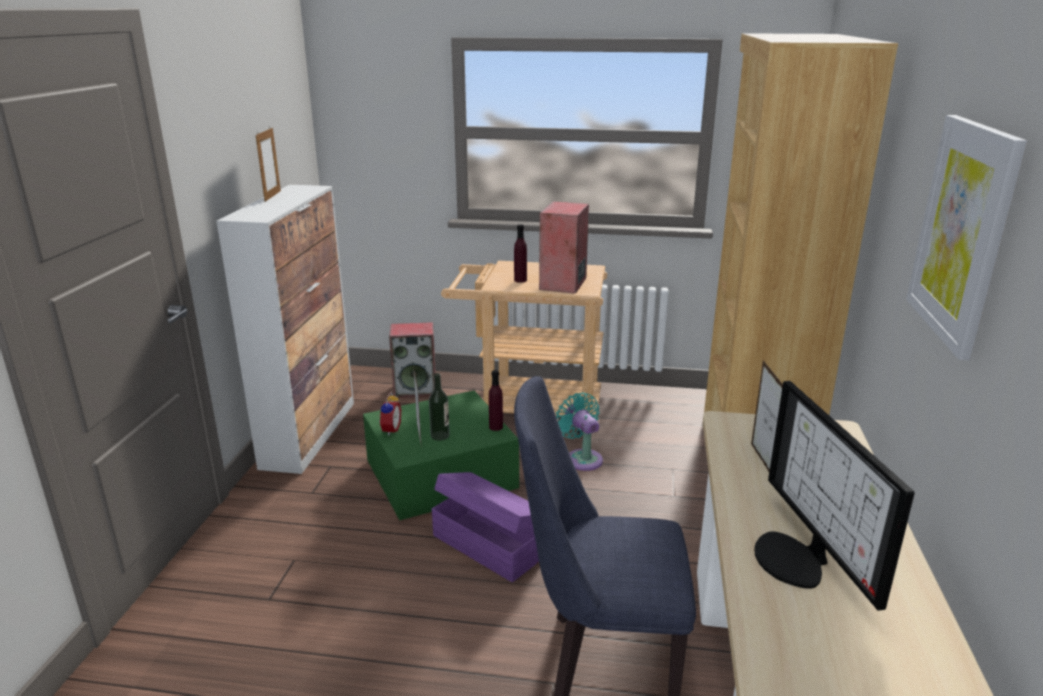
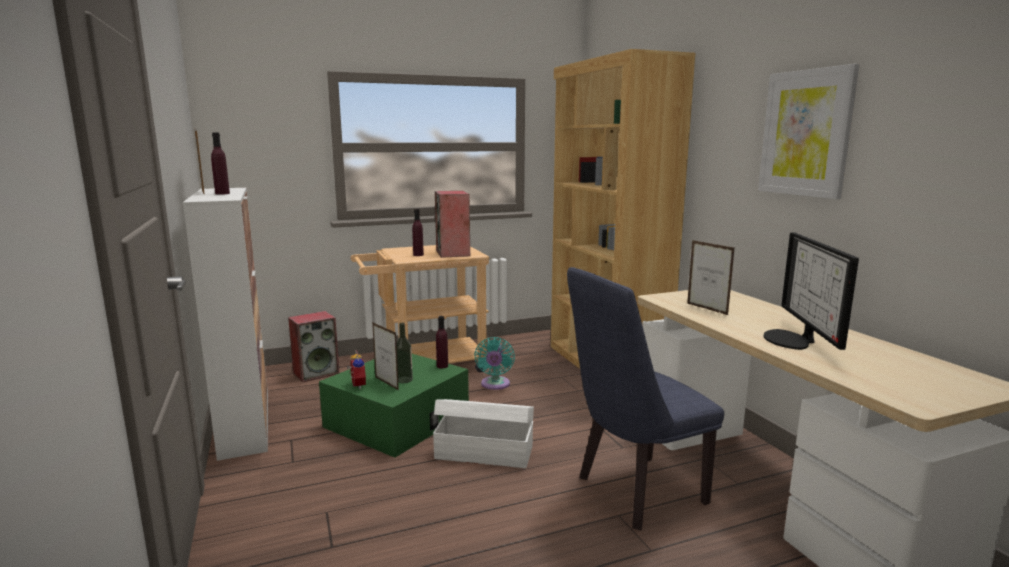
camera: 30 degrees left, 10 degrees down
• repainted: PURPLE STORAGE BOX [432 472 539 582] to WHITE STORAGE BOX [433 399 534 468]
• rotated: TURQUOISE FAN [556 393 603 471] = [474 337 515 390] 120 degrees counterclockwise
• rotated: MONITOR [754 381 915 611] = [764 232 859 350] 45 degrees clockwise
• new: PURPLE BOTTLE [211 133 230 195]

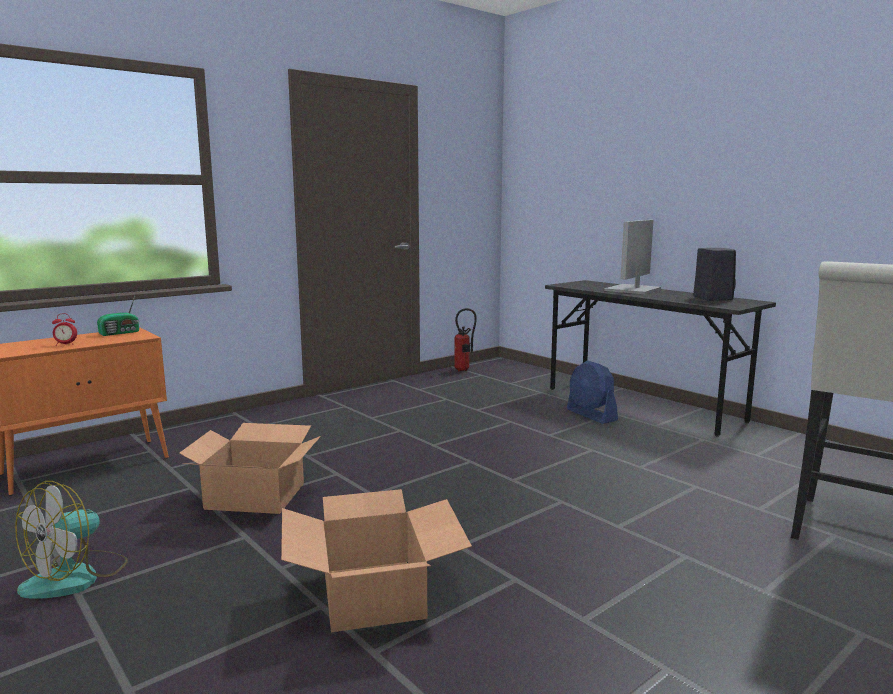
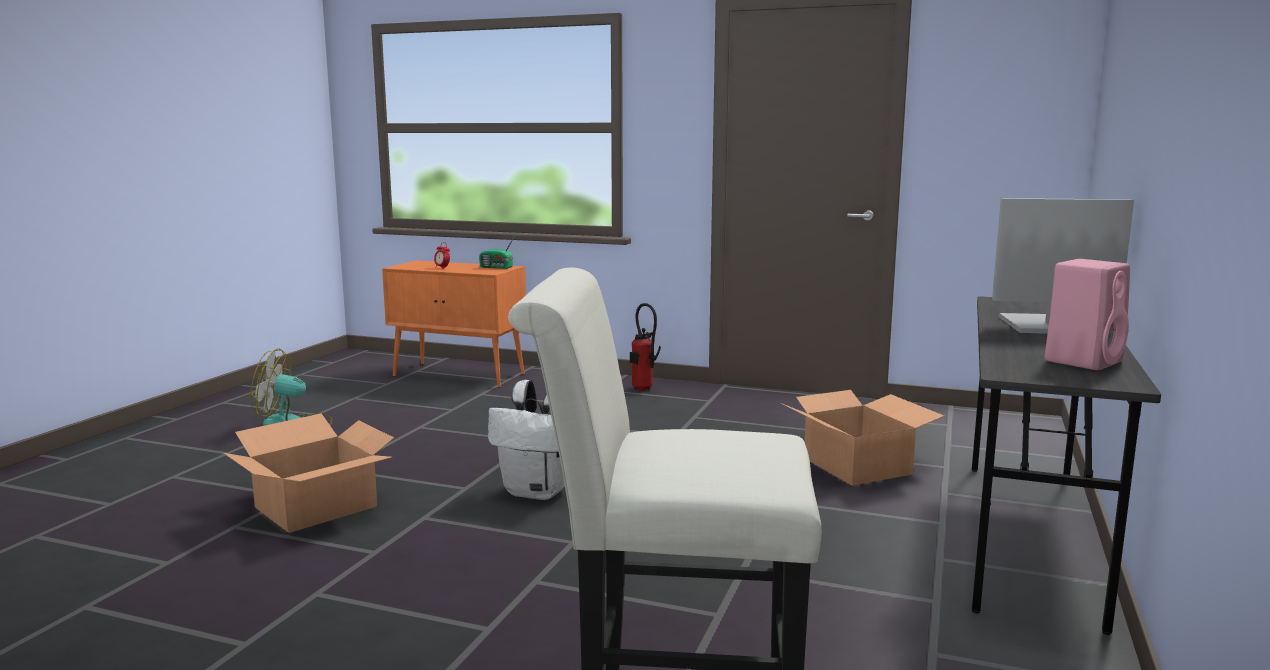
camera: 60 degrees right, 0 degrees up
• shifted: CARDBOARD BOX [179 423 321 514] to [780 390 944 486]
• shifted: FIRE EXTINGUISHER [454 308 477 372] to [630 303 661 391]
• gone: BLUE FAN [567 360 618 424]
• repainted: BLACK SPEAKER [693 248 736 301] to PINK SPEAKER [1045 259 1130 370]
• new: WHITE BACKPACK [488 380 565 500]

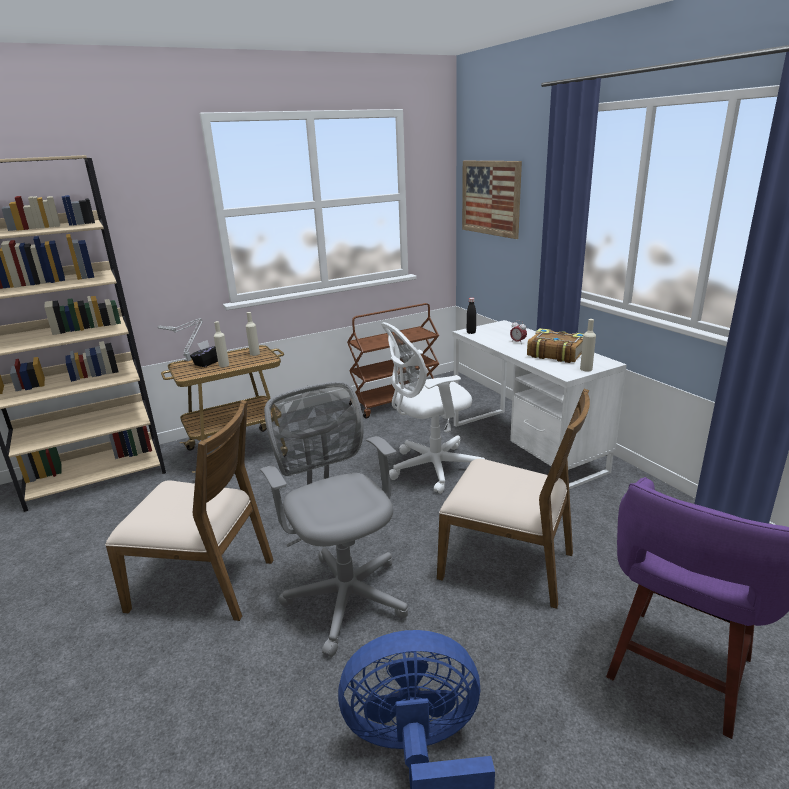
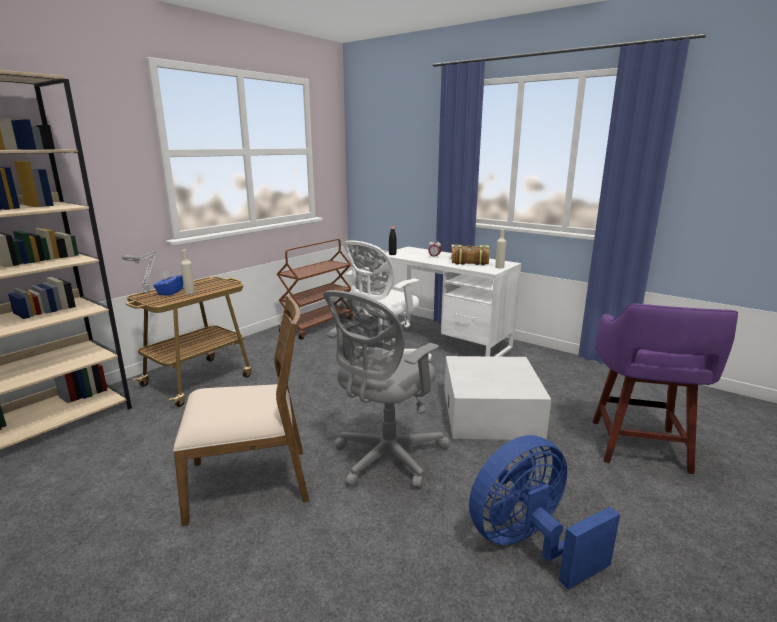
camera: 25 degrees left, 5 degrees down
• repainted: BLACK TISSUE BOX [190 340 218 367] to BLUE TISSUE BOX [154 270 183 296]
• gone: BEIGE BOTTLE [246 312 260 356]
• rotated: GREY OFFICE CHAIR [260 381 408 657] = [323 290 450 489] 90 degrees counterclockwise
• swapped: BROWN CHAIR [437 388 590 609] to WHITE STORAGE BOX [444 356 551 440]
• gone: PICTURE [462 161 522 239]

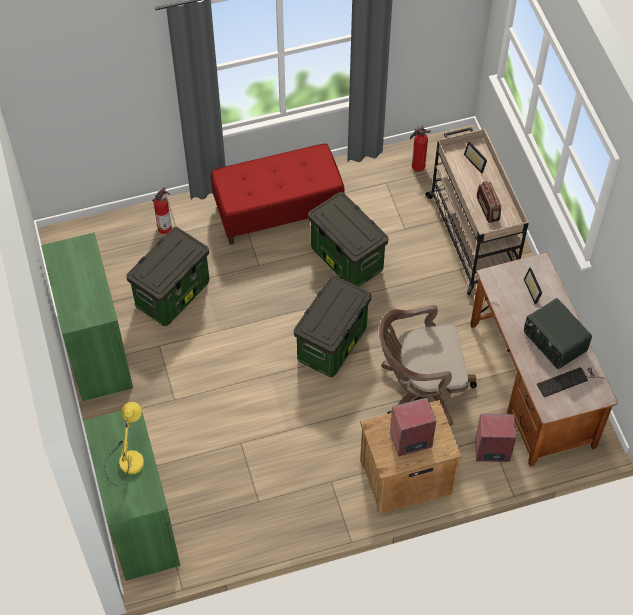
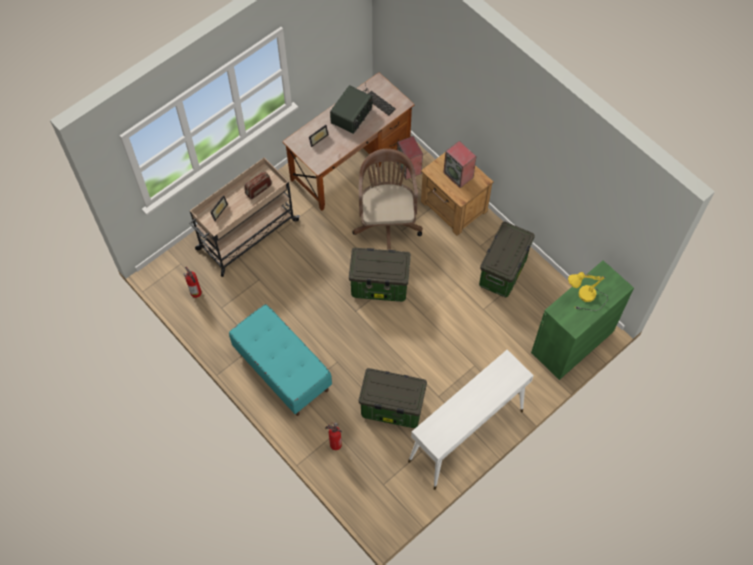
camera: 115 degrees left, 5 degrees up
• swapped: GREEN CABINET [41 233 133 401] to WHITE CONSOLE TABLE [408 350 534 490]
• repainted: RED BENCH [211 143 345 245] to TURQUOISE BENCH [229 304 332 416]
• shifted: STORAGE BOX [308 192 388 287] to [479 222 535 297]
• rotated: BROWN OFFICE CHAIR [379 305 477 426] = [352 149 423 250] 150 degrees counterclockwise

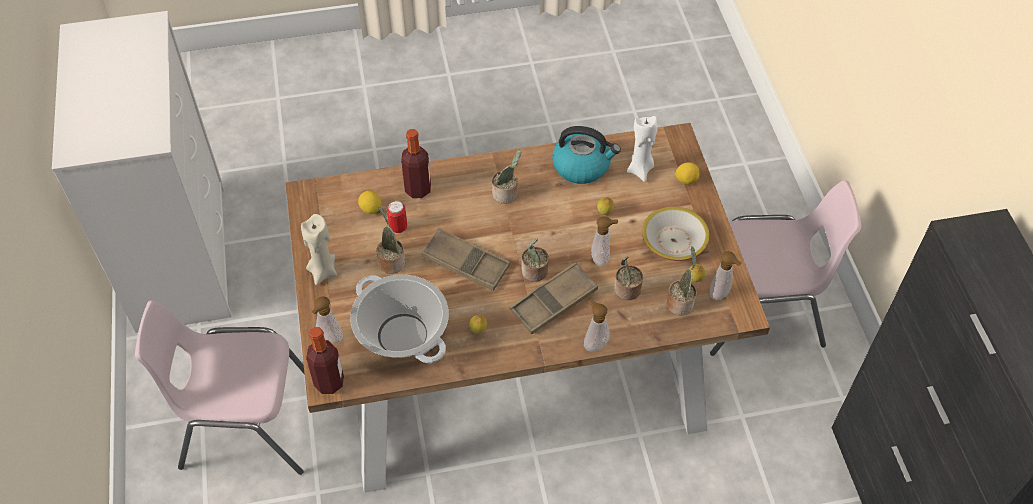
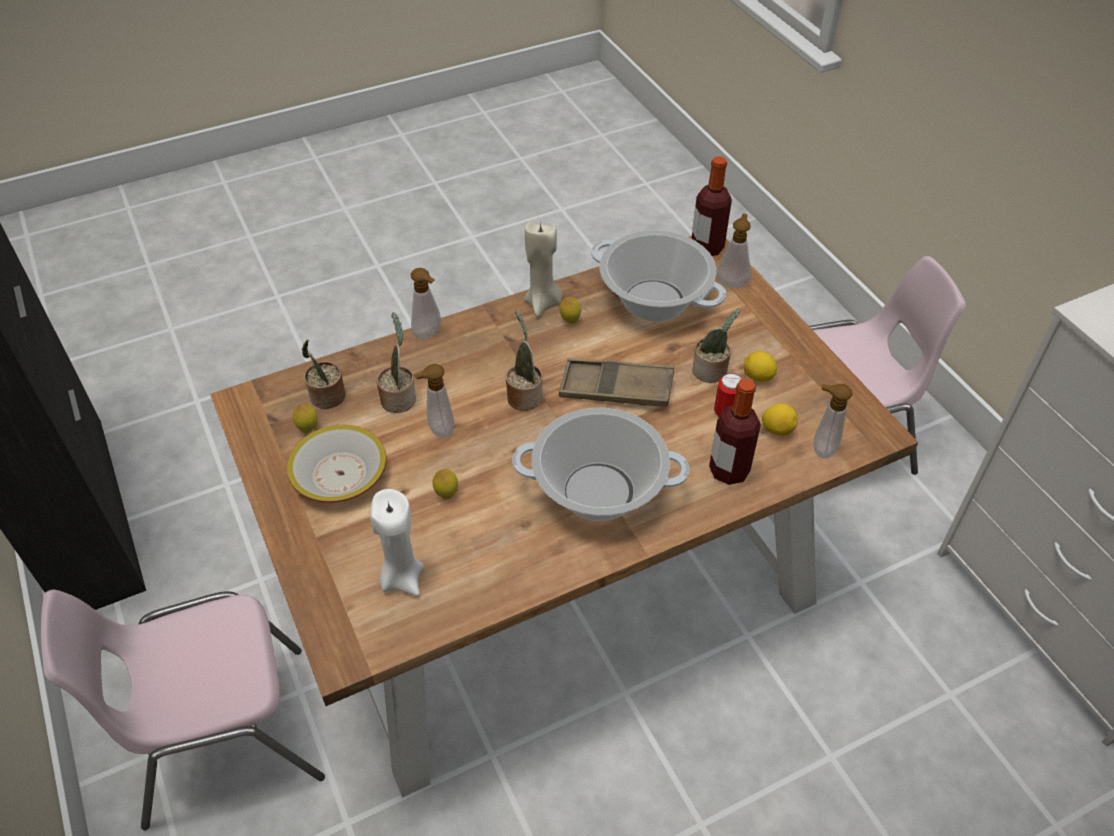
camera: 165 degrees right, 5 degrees down
• shifted: BEIGE CANDLE [301 214 337 285] to [524 222 563 317]
• swapped: POTTED PLANT [492 149 521 204] to COOKING POT [512 408 690 521]
• gone: BROWN TRAY [510 262 598 334]
• gone: KETTLE [552 126 621 184]
• shifted: LEMON [675 162 699 184] to [744 351 777 382]
• shifted: SOAP DISPENSER [709 251 742 300] to [813 384 852 459]

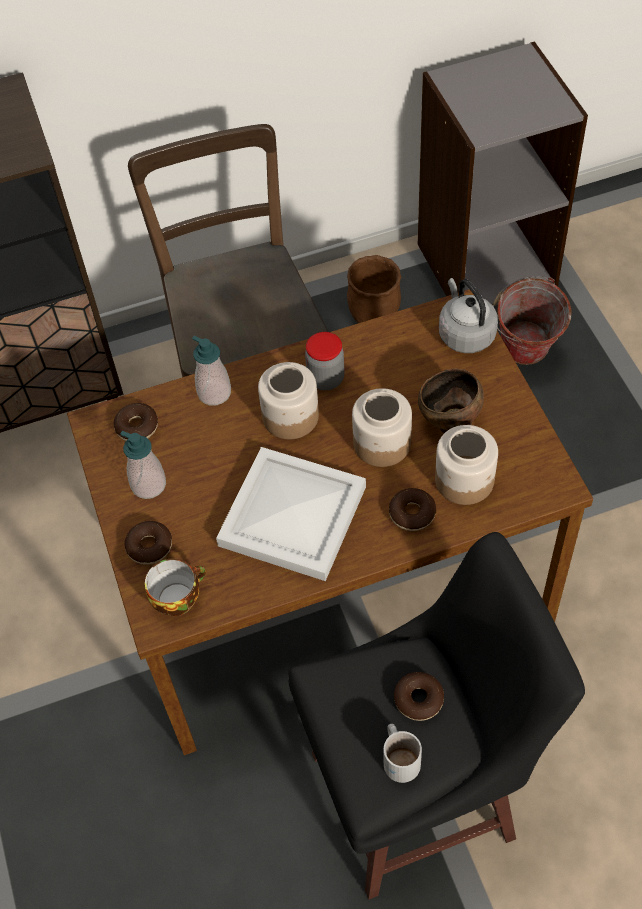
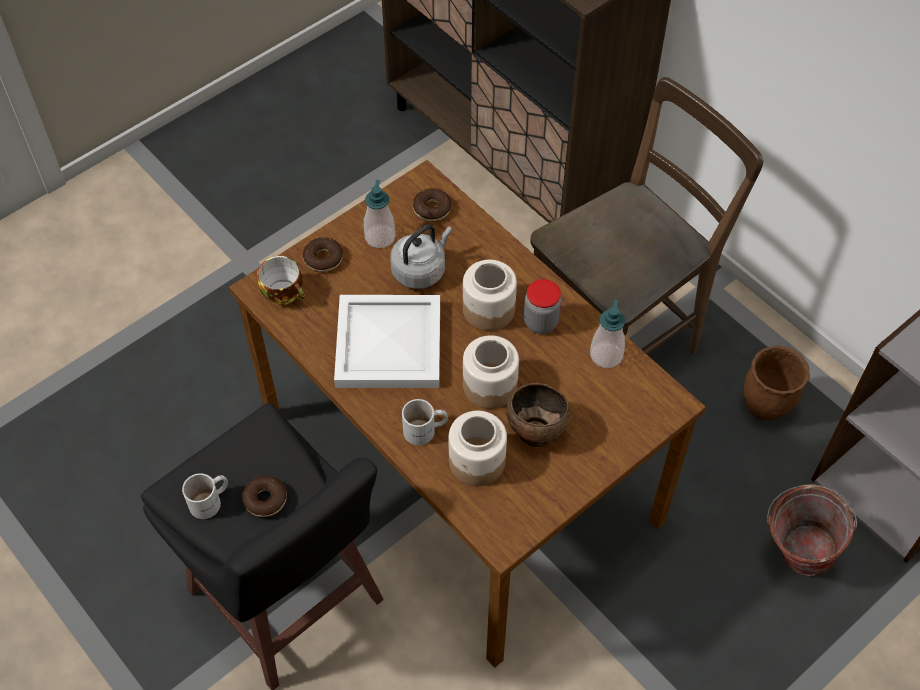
camera: 65 degrees right, 0 degrees up
• shifted: SOAP DISPENSER [192 335 231 406] to [590 300 625 368]
• swapped: DONUT [389 488 436 531] to WHITE MUG [402 399 448 445]
• shifted: GREY KETTLE [439 278 498 353] to [390 224 452 289]

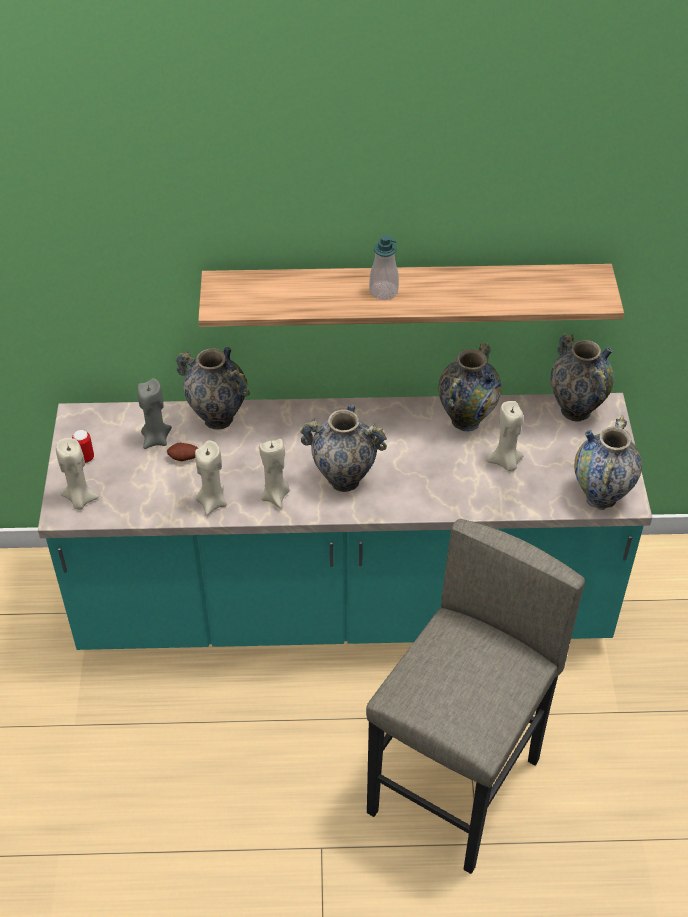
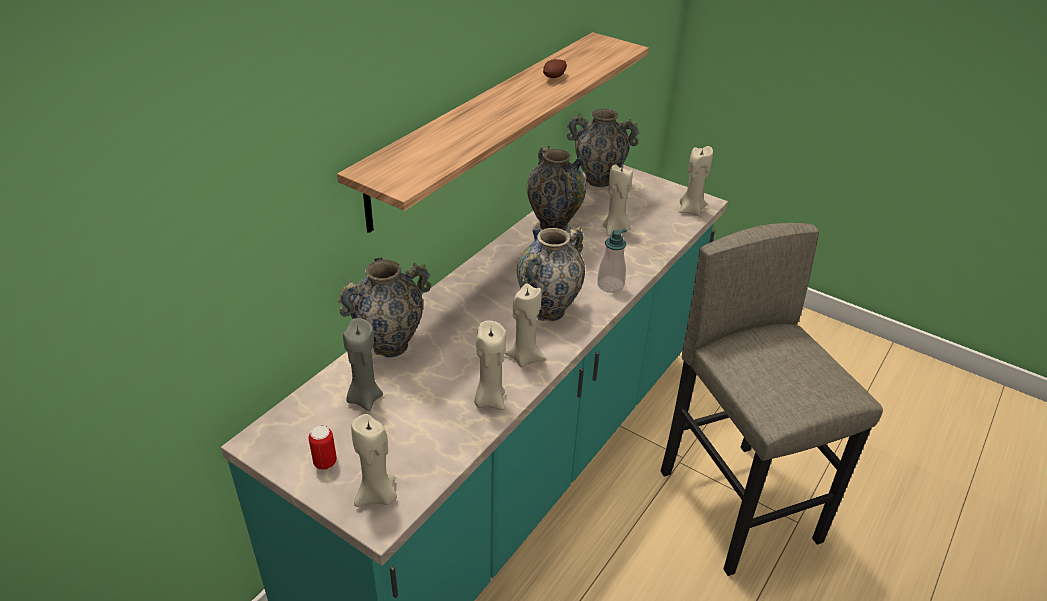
camera: 55 degrees left, 10 degrees down
• shifted: POTATO [167 443 198 461] to [543 59 567 78]
• shifted: SOAP DISPENSER [369 235 399 300] to [597 229 627 293]
• swapped: VASE [574 415 642 510] to BEIGE CANDLE [679 146 713 216]

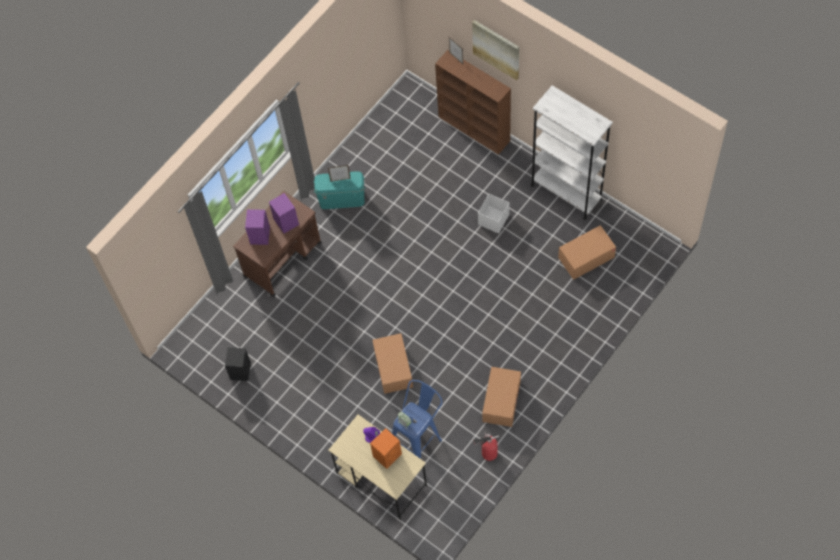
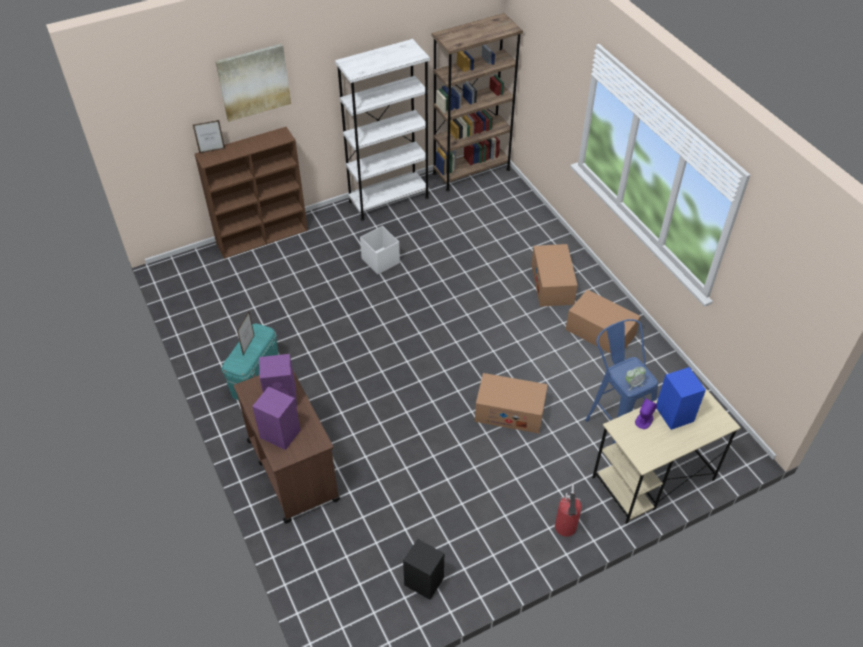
camera: 70 degrees left, 15 degrees down
• repainted: ORANGE SPEAKER [370 428 402 469] to BLUE SPEAKER [656 367 706 430]
• shifted: FIRE EXTINGUISHER [473 433 499 461] to [555 484 582 537]
• shifted: CARDBOARD BOX [558 225 616 280] to [531 244 578 307]
• new: BROWN BOOKCASE [432 13 523 191]

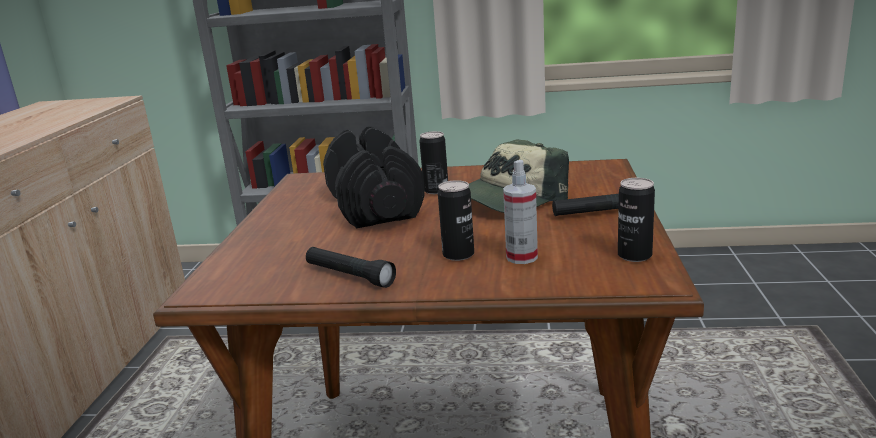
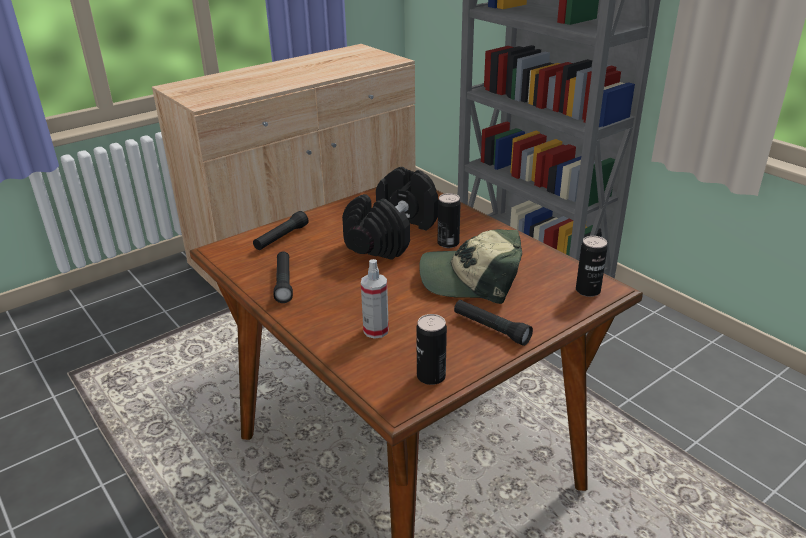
camera: 45 degrees right, 10 degrees up
• shifted: CAN [438 180 474 261] to [576 236 608 297]
• new: BLACK FLASHLIGHT [253 211 308 250]

